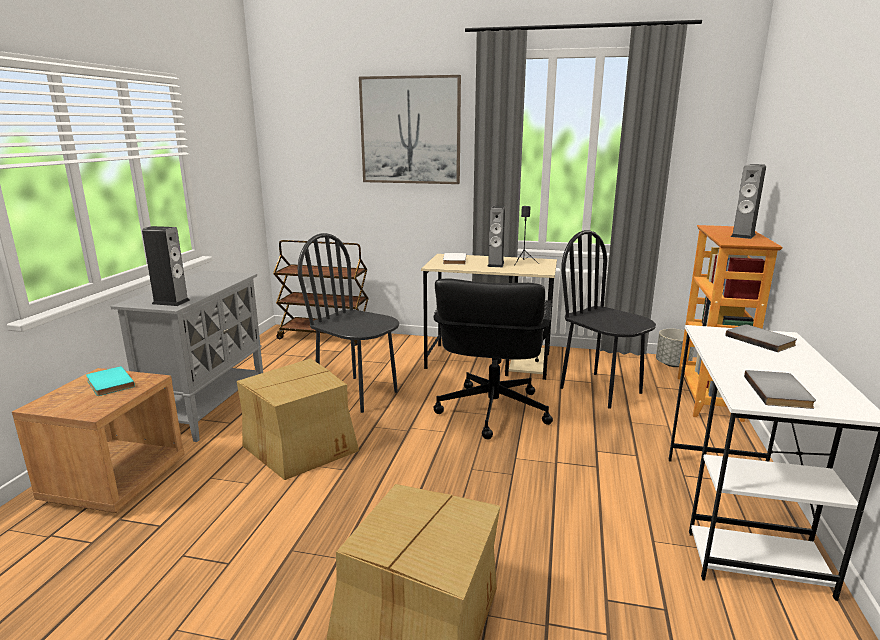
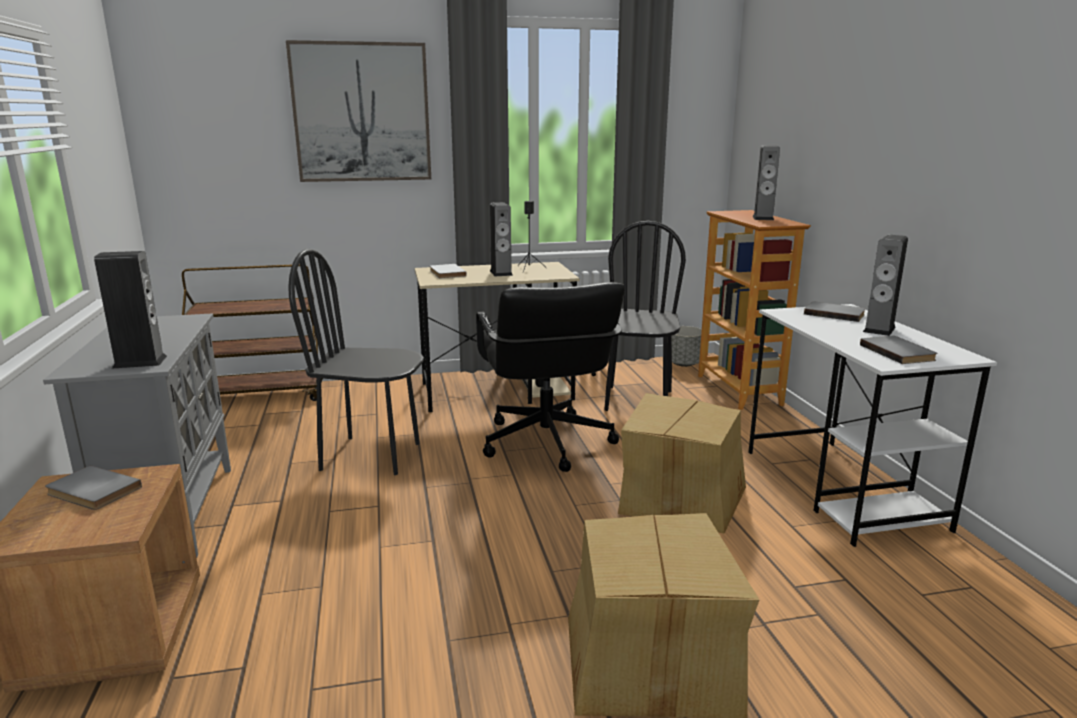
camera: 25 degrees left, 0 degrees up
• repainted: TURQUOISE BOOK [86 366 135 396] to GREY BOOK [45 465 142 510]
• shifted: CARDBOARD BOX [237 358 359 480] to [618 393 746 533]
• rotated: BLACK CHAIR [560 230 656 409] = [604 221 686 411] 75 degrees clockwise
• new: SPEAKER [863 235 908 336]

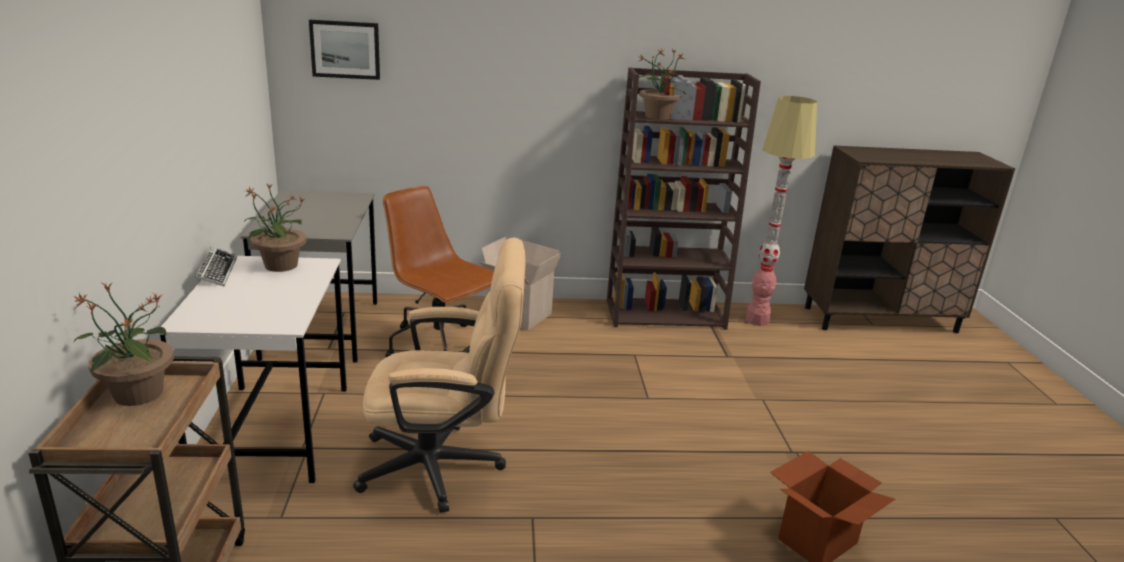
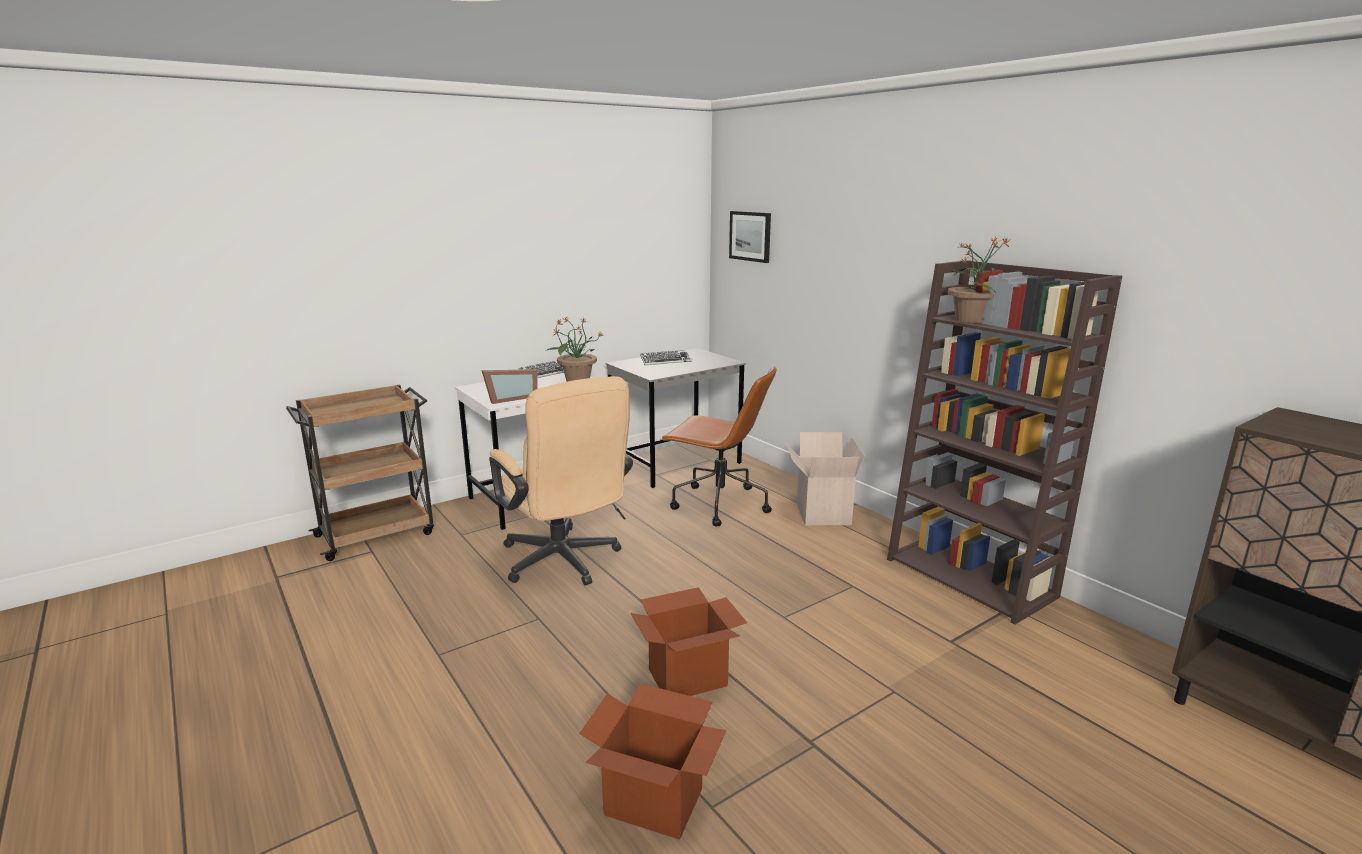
camera: 60 degrees right, 5 degrees down
• gone: POTTED PLANT [73 282 174 406]
• rotated: BROWN OFFICE CHAIR [383 186 494 357] = [661 366 777 527] 105 degrees clockwise
• gone: FLOOR LAMP [746 96 817 326]
• new: PICTURE FRAME [481 369 538 404]
• new: CARDBOARD BOX [631 587 747 696]
• new: KEYBOARD [640 350 692 365]

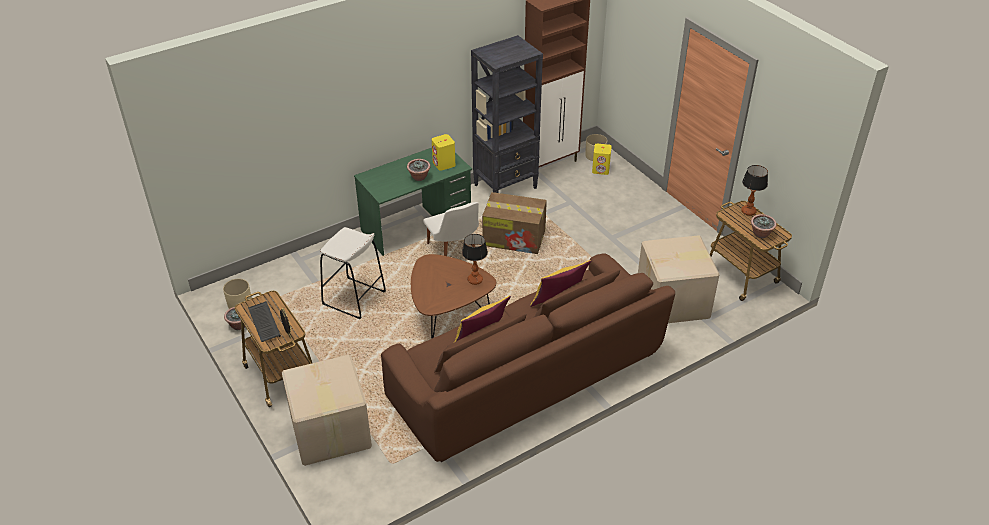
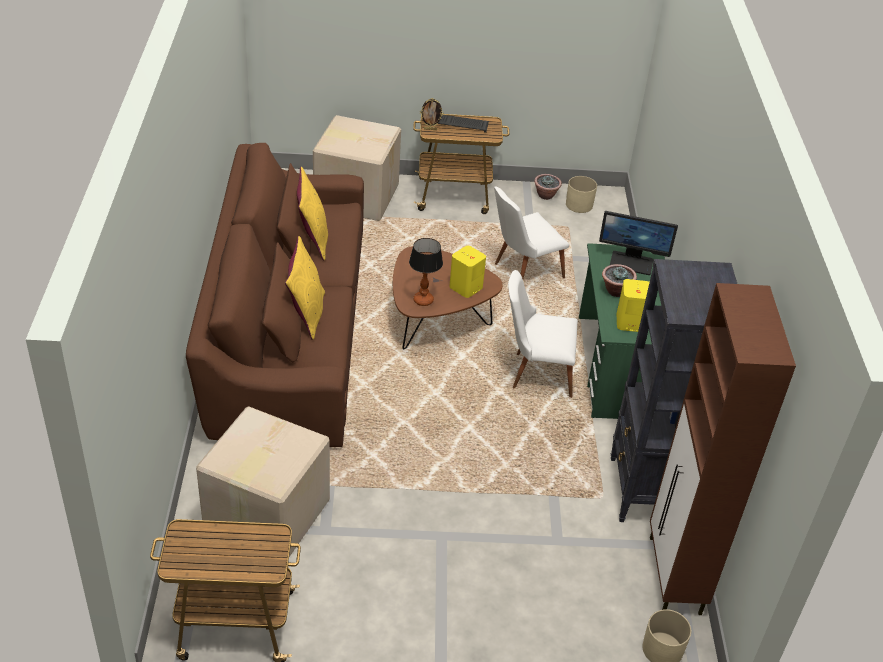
camera: 120 degrees right, 0 degrees up
• swapped: WHITE STOOL [320 227 386 319] to WHITE CHAIR [494 186 569 279]
• gone: CARDBOARD BOX [482 192 547 254]
• shifted: YELLOW SPEAKER [592 144 612 175] to [449 246 486 298]
• gone: TABLE LAMP [741 165 768 216]
• gone: POTTED PLANT [751 214 777 238]
• new: MONITOR [599 211 678 275]

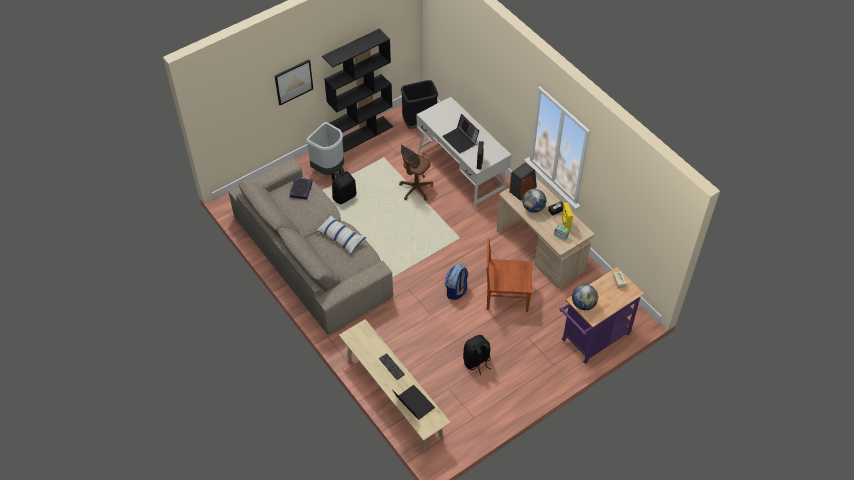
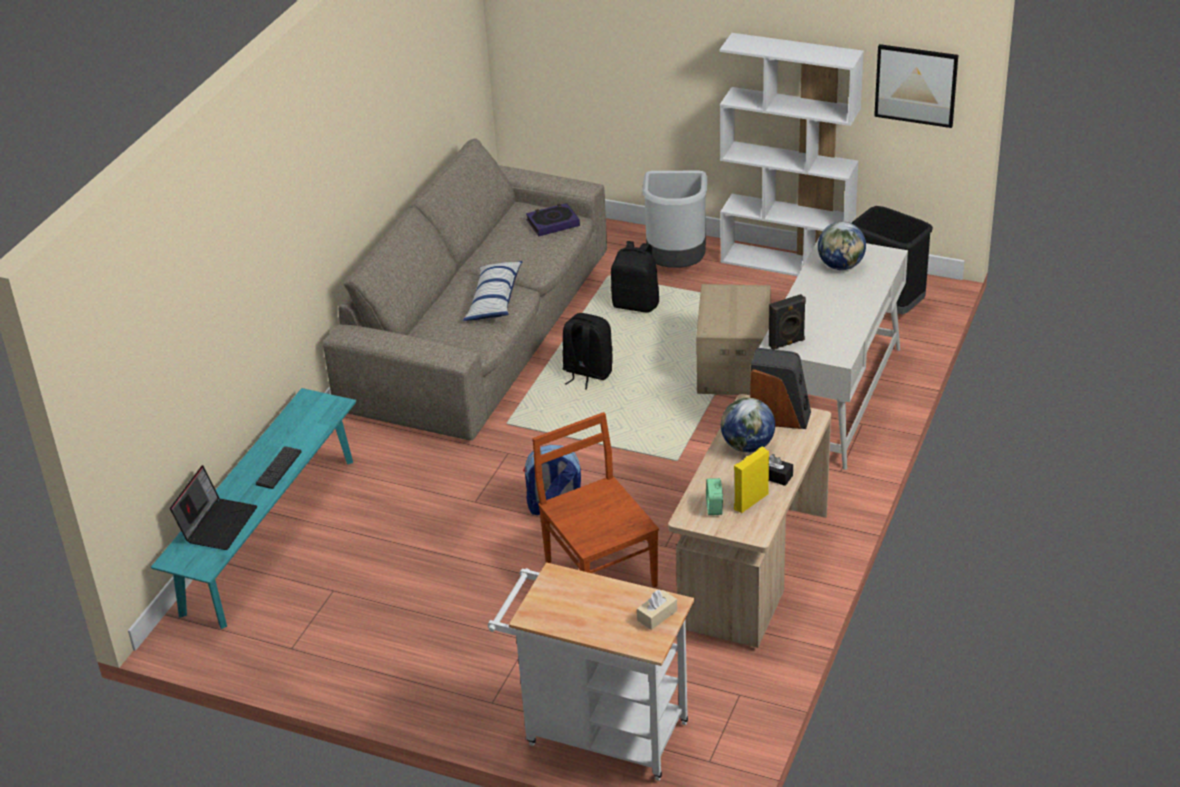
camera: 60 degrees right, 15 degrees down
• shifted: PICTURE [275 59 313 105] to [874 44 958 128]
• repainted: BLACK BOOKCASE [322 29 393 153] to WHITE BOOKCASE [720 33 864 276]
• repainted: BEIGE BENCH [339 319 451 451] to TURQUOISE BENCH [151 388 356 629]
• swapped: BROWN OFFICE CHAIR [399 145 433 201] to CARDBOARD BOX [696 284 771 395]
• gone: LAPTOP [443 114 479 153]
• shifted: BLACK BACKPACK [463 335 491 375] to [562 313 613 390]
• repainted: PURPLE CART [559 267 644 364] to WHITE CART [488 562 694 781]
• shifted: GLOBE [572 284 598 310] to [818 222 866 270]

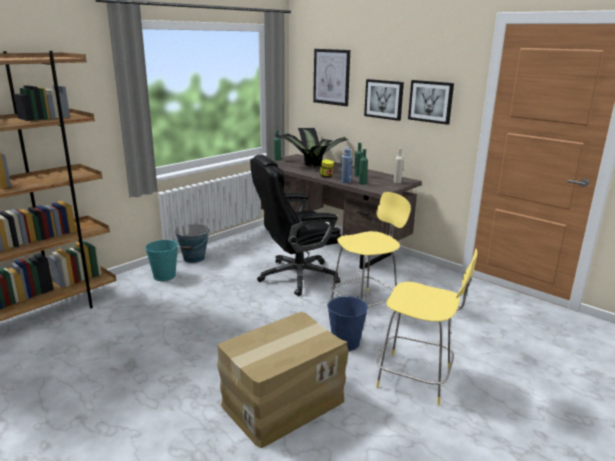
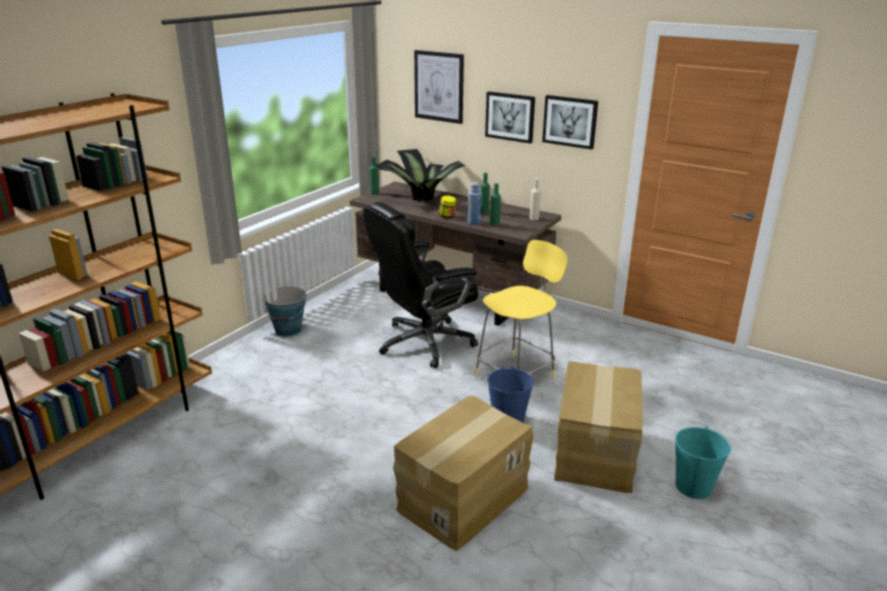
camera: 10 degrees left, 5 degrees up
• shifted: TURQUOISE BUCKET [145 239 178 281] to [675 426 731 499]
• swapped: YELLOW STOOL [376 249 477 405] to CARDBOARD BOX [554 361 643 493]

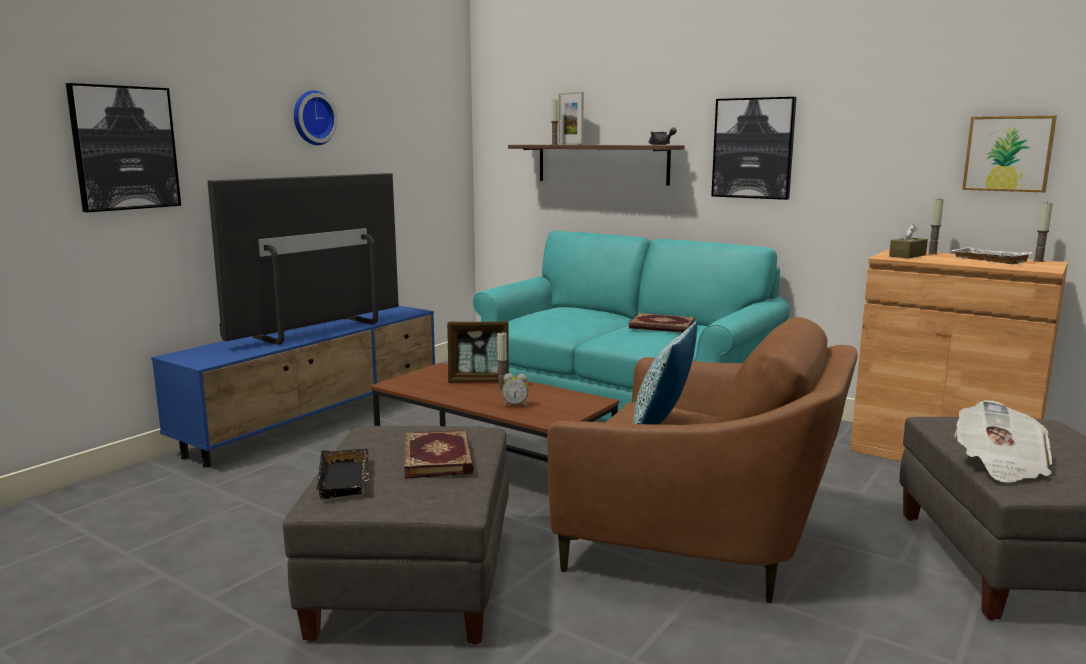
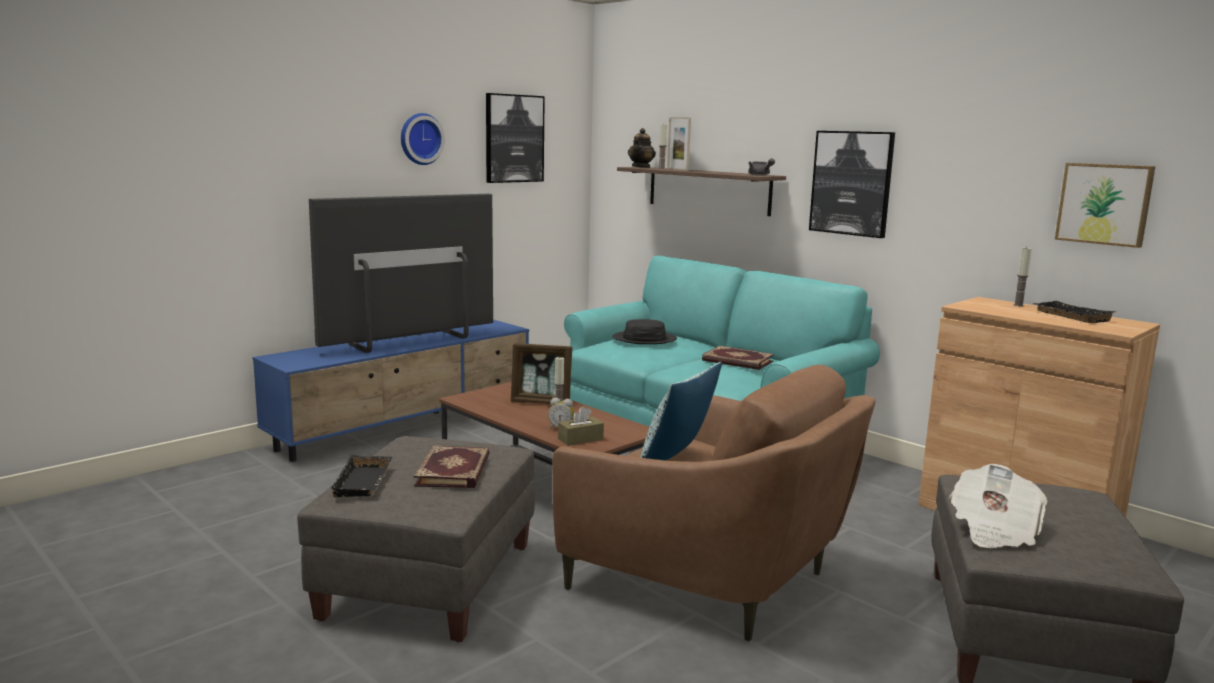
camera: 10 degrees right, 0 degrees up
• shifted: PICTURE [66 83 181 212] to [486 93 545 183]
• shifted: BROWN TISSUE BOX [889 224 928 259] to [558 406 604 446]
• repainted: WHITE TRAY [951 247 1032 264] to BLACK TRAY [1034 301 1117 323]
• gone: CANDLE [1033 201 1053 262]
• new: BLACK HAT [612 319 677 344]
• new: TEAPOT [628 128 656 168]

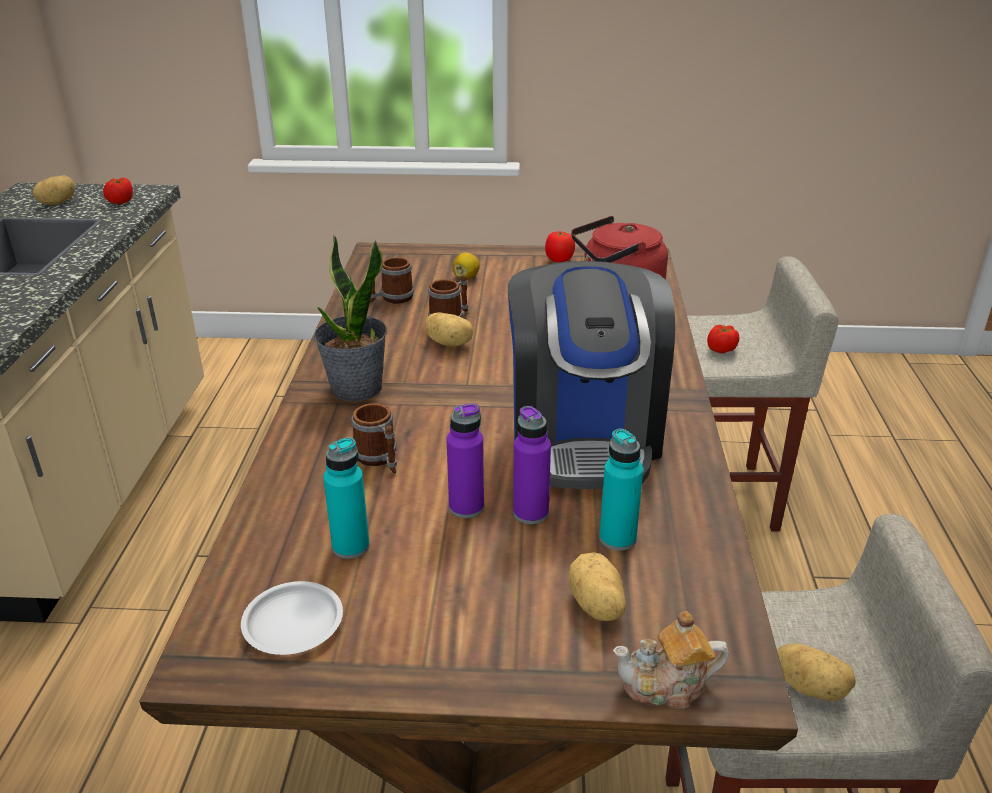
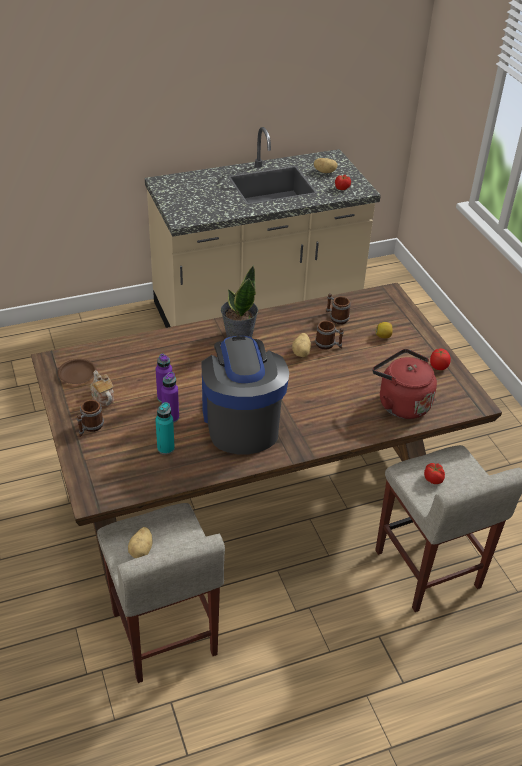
camera: 65 degrees right, 10 degrees up
• repainted: WHITE PLATE [241 581 343 655] to BROWN PLATE [58 359 97 384]
• gone: TURQUOISE BOTTLE [323 437 370 559]
• shifted: MUG [351 403 397 474] to [77 400 104 437]
• rotated: COFFEE MACHINE [508 261 675 489] = [201 336 289 454] 105 degrees clockwise
• gone: POTATO [569 552 626 621]
• shifted: TEAPOT [613 611 729 709] to [90 371 114 406]

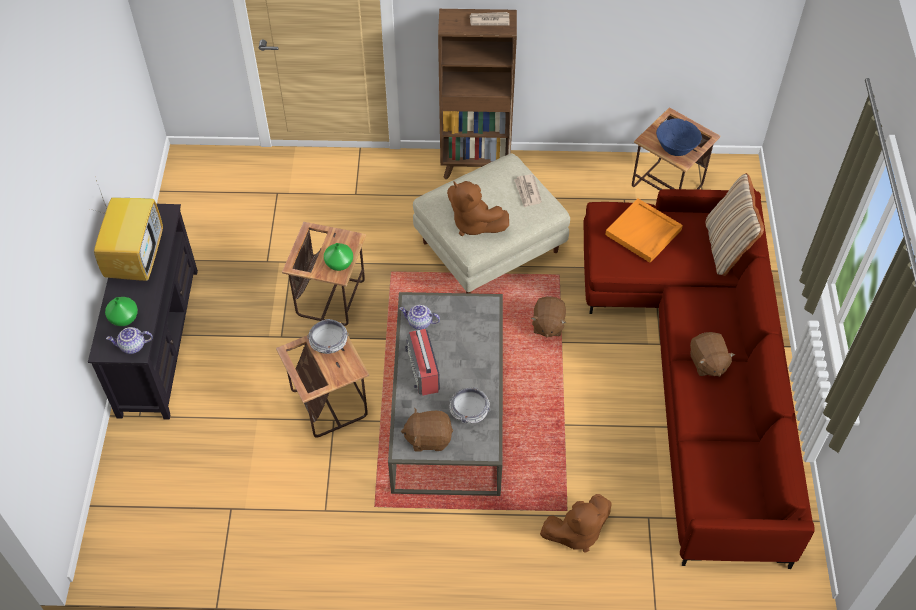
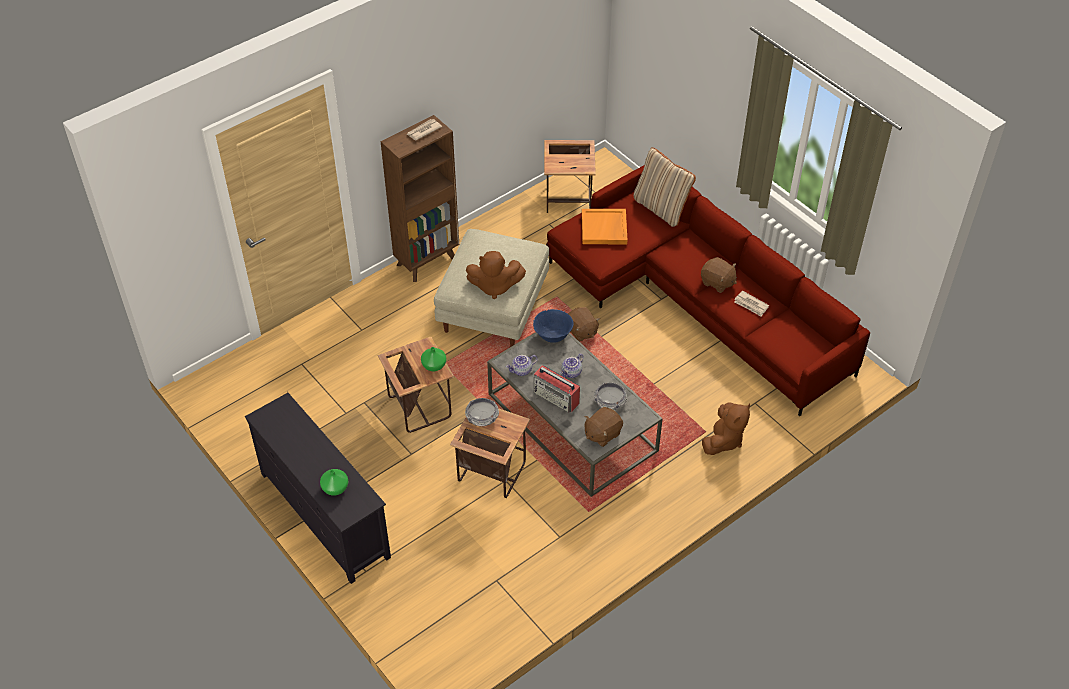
camera: 40 degrees left, 5 degrees down
• gone: TELEVISION [94 180 163 281]
• shifted: TEAPOT [106 327 153 354] to [560 354 583 378]
• shifted: NEWSPAPER [514 174 542 207] to [734 291 769 317]
• shifted: BLUE BOWL [656 119 702 156] to [533 309 573 343]

